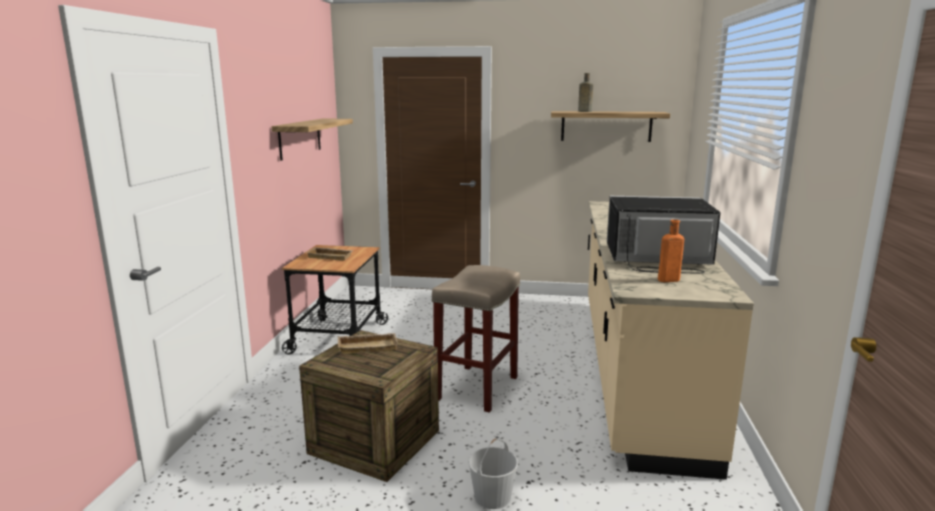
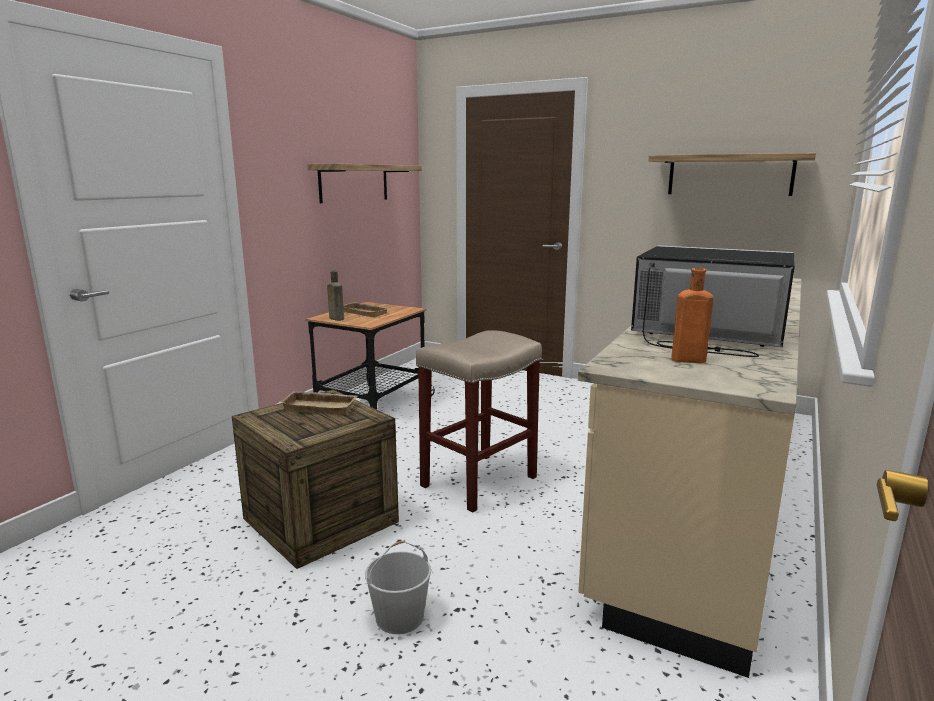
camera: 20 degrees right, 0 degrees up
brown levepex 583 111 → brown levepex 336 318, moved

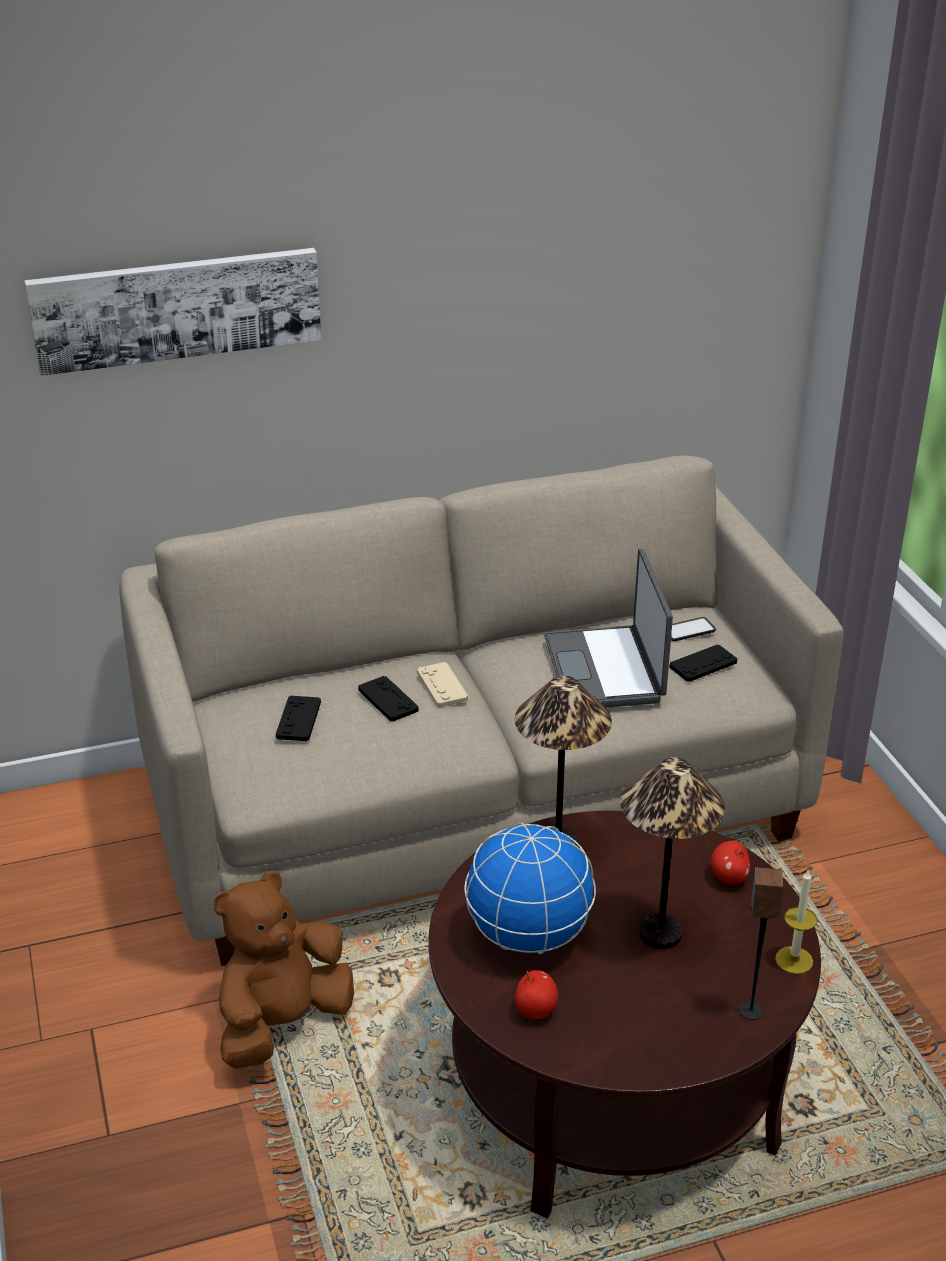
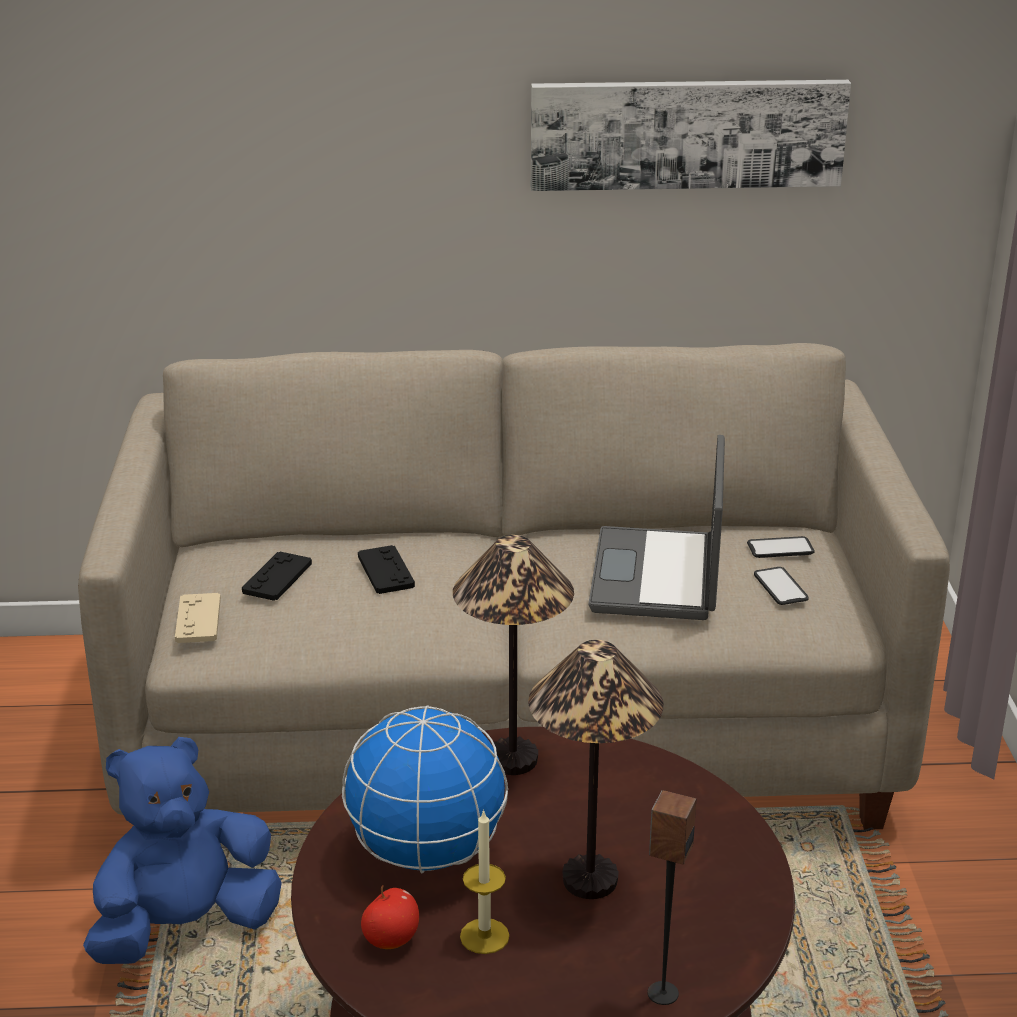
camera: 15 degrees right, 5 degrees down
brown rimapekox 282 1024 → blue rimapekox 185 927
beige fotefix 442 686 → beige fotefix 198 619, moved
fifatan 794 960 → fifatan 484 936, moved
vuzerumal 177 308 → vuzerumal 687 133, moved
black fotefix 703 664 → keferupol 780 587
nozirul 729 878 → -

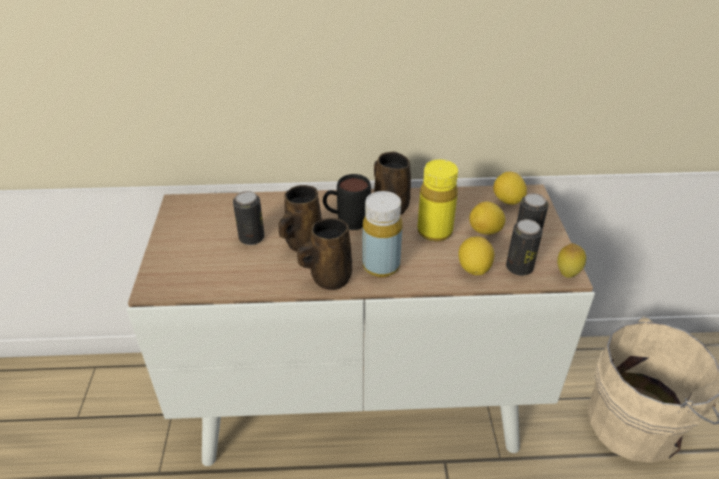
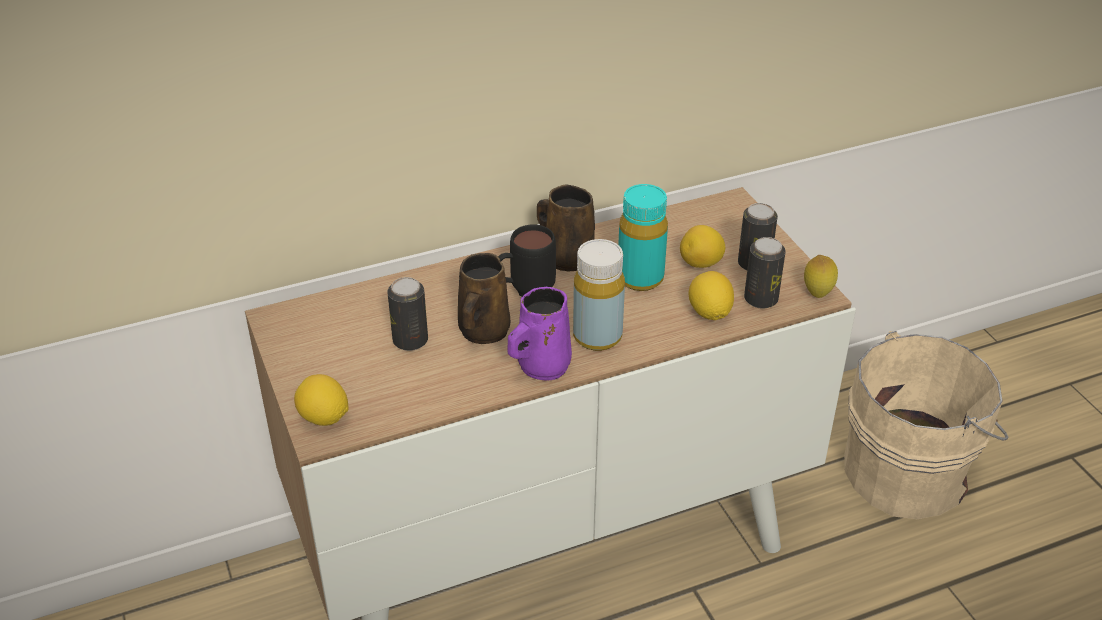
camera: 20 degrees left, 0 degrees up
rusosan 507 201 → rusosan 323 418, moved
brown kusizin 328 278 → purple kusizin 541 366
yellow levepex 434 231 → turquoise levepex 640 278

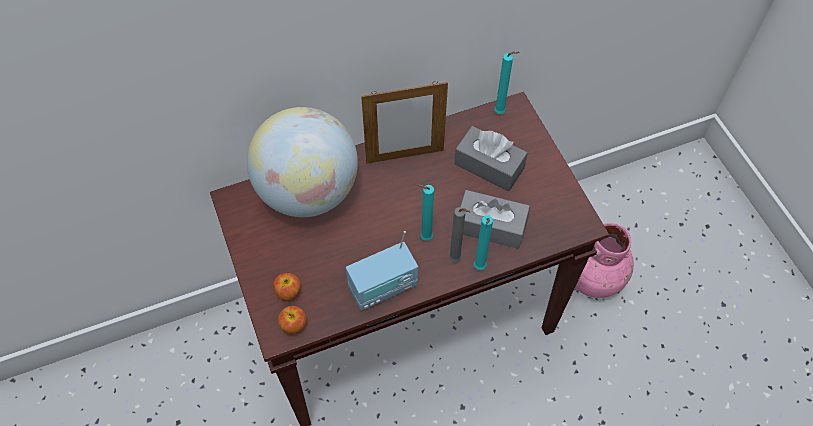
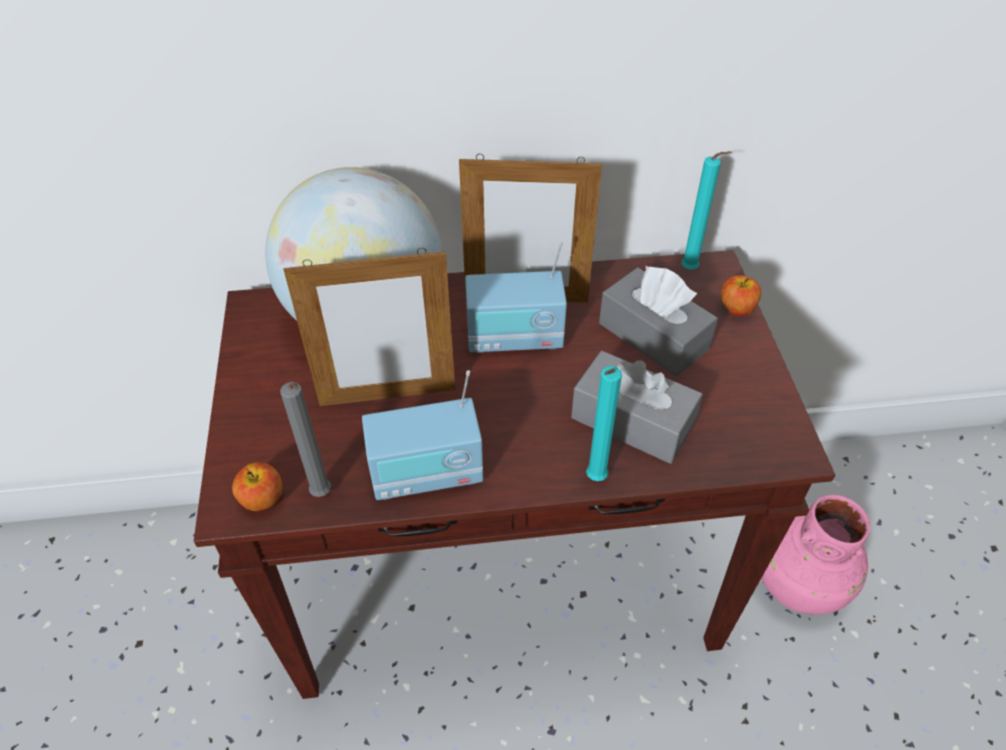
camera: 15 degrees right, 10 degrees down
grey fifatan 456 260 → grey fifatan 323 495, moved
- → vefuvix 388 397
- → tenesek 514 338
nozirul 288 292 → nozirul 736 308, moved
turquoise fifatan 424 238 → -

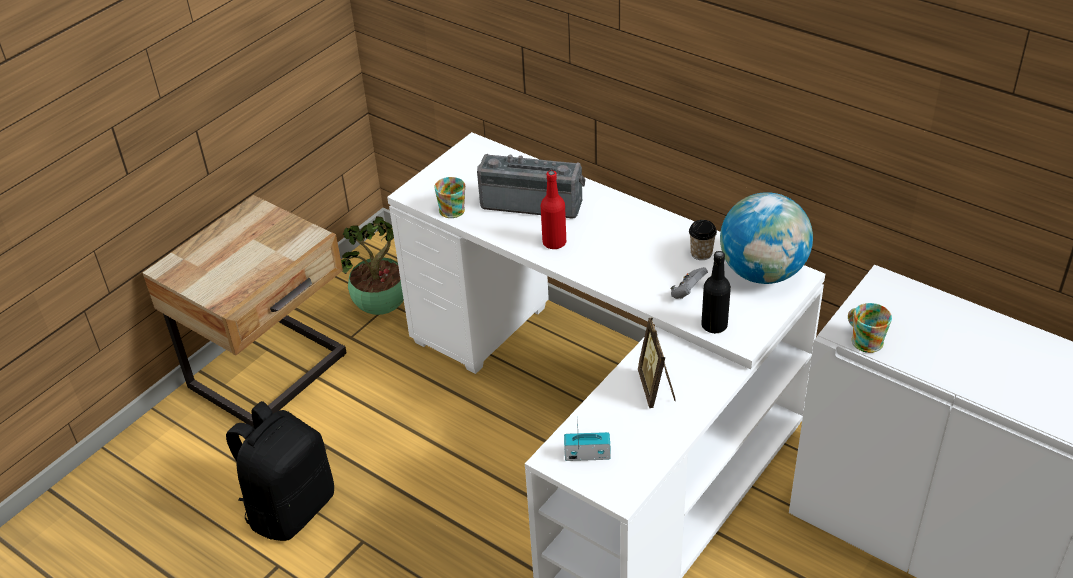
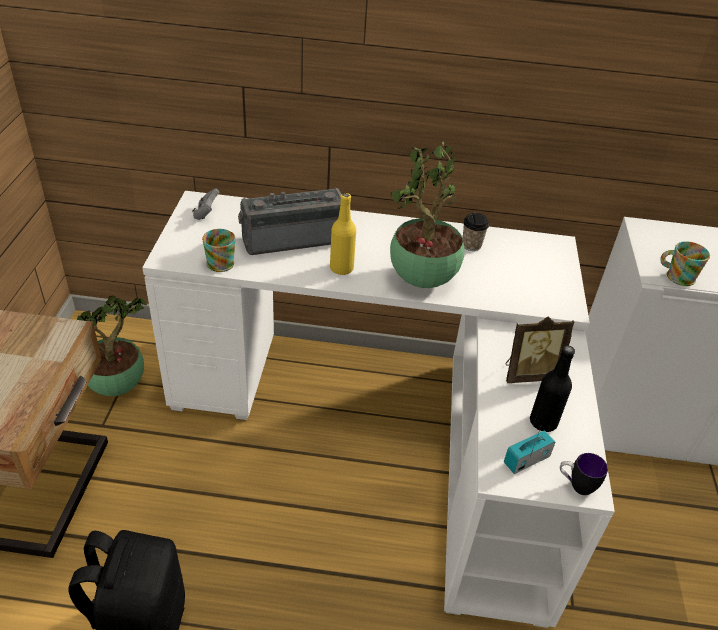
camera: 35 degrees left, 0 degrees up
grey fotefix 687 292 → grey fotefix 206 213, moved
red levepex 554 243 → yellow levepex 341 268
- → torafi 421 280
vefuvix 657 388 → vefuvix 529 374, 60 degrees counterclockwise
black levepex 714 325 → black levepex 543 422, moved
- → kusizin 576 485
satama 762 272 → -

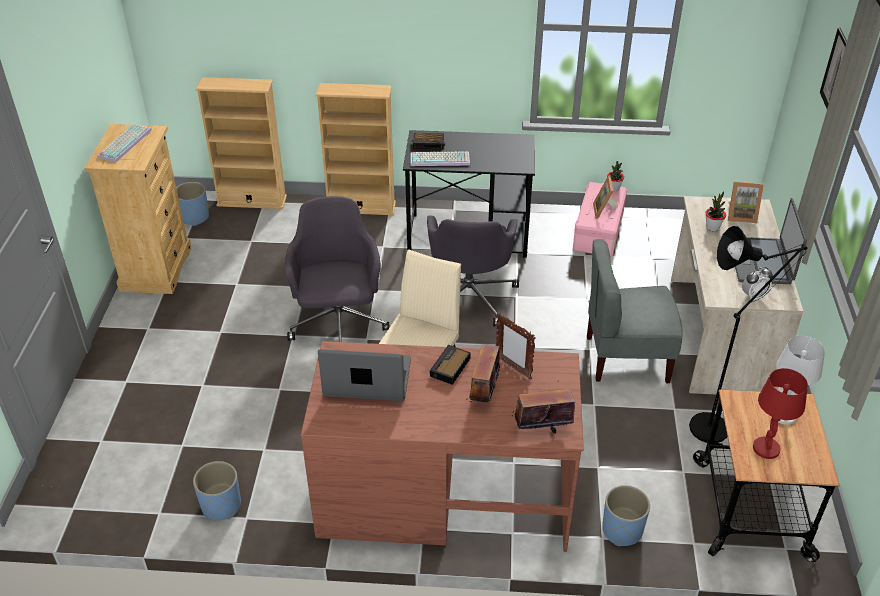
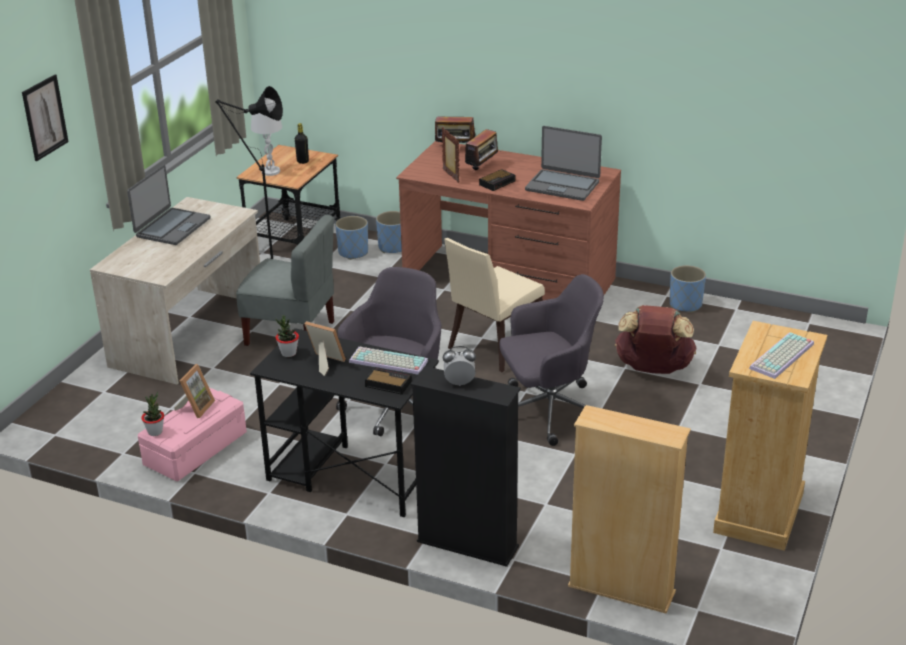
camera: 160 degrees left, 10 degrees down
torafi 712 227 → torafi 288 353, moved
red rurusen 766 448 → black levepex 302 161
vefuvix 741 215 → vefuvix 324 363, moved
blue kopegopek 194 217 → blue kopegopek 353 252, moved
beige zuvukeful 361 207 → black zuvukeful 467 544
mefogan 753 296 → mefogan 459 383, moved
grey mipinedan 338 323 → grey mipinedan 549 411, 120 degrees counterclockwise
- → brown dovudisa 653 369

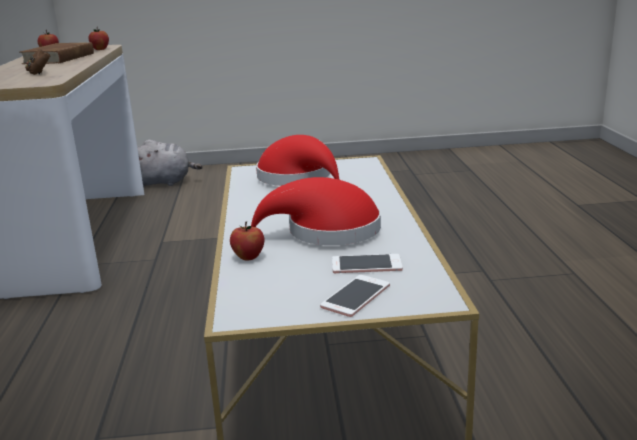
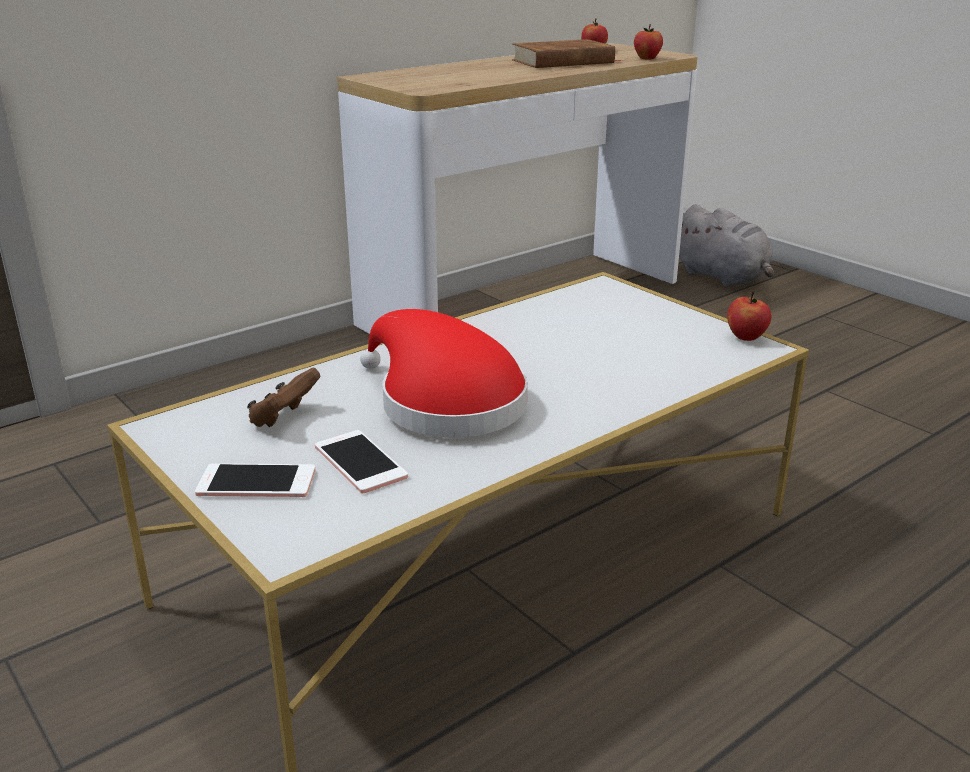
camera: 55 degrees right, 5 degrees up
brown fotefix 39 73 → brown fotefix 284 418, moved
nozirul 248 257 → nozirul 746 337, moved
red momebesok 299 178 → -

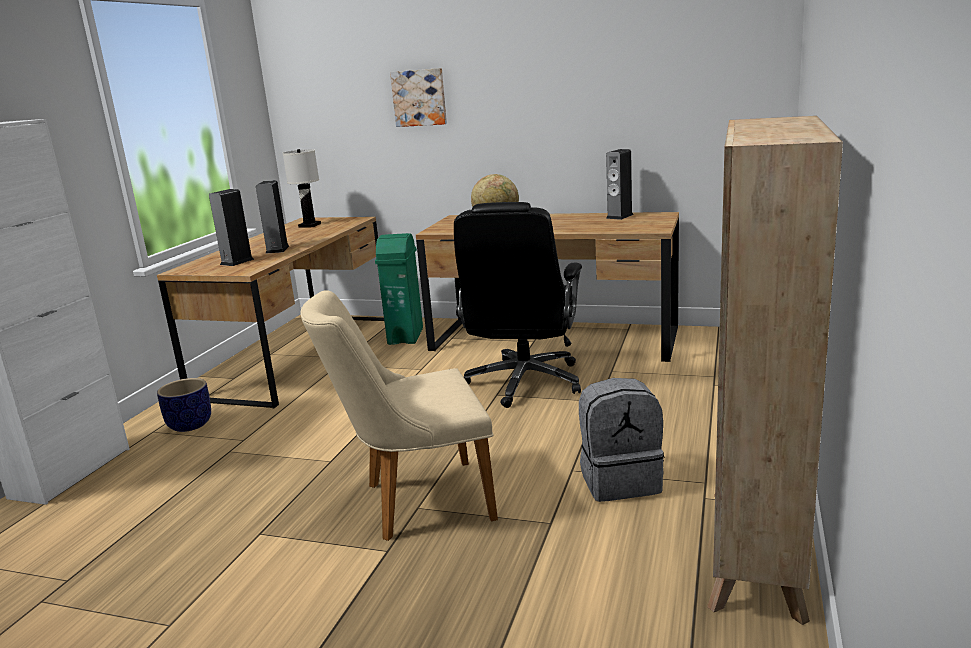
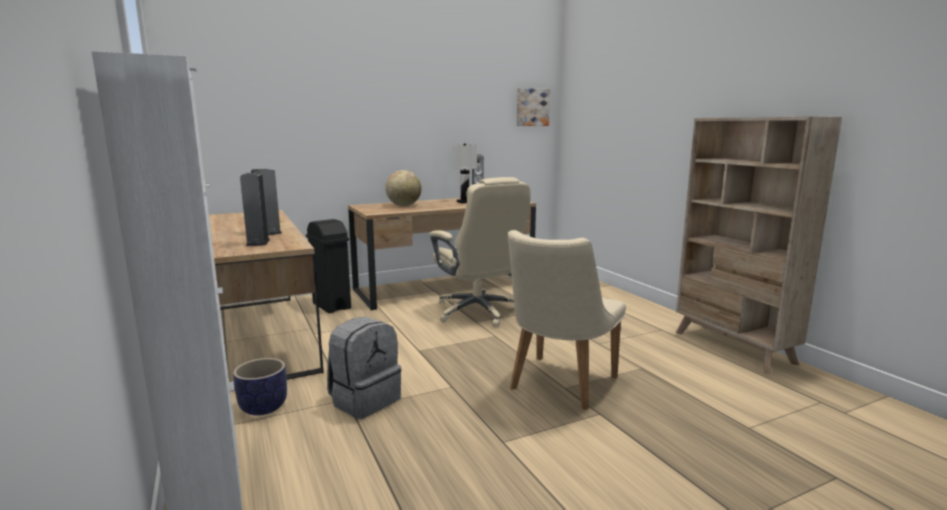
camera: 45 degrees left, 5 degrees down
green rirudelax 406 336 → black rirudelax 331 306
grey dovudisa 620 481 → grey dovudisa 365 400, moved
black mipinedan 524 383 → beige mipinedan 478 312
white rurusen 310 225 → white rurusen 465 202, moved
vuzerumal 419 97 → vuzerumal 532 107, moved

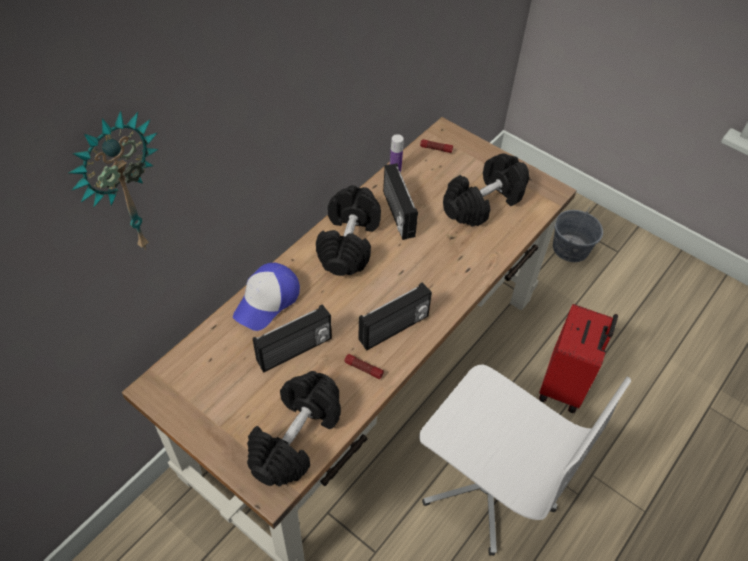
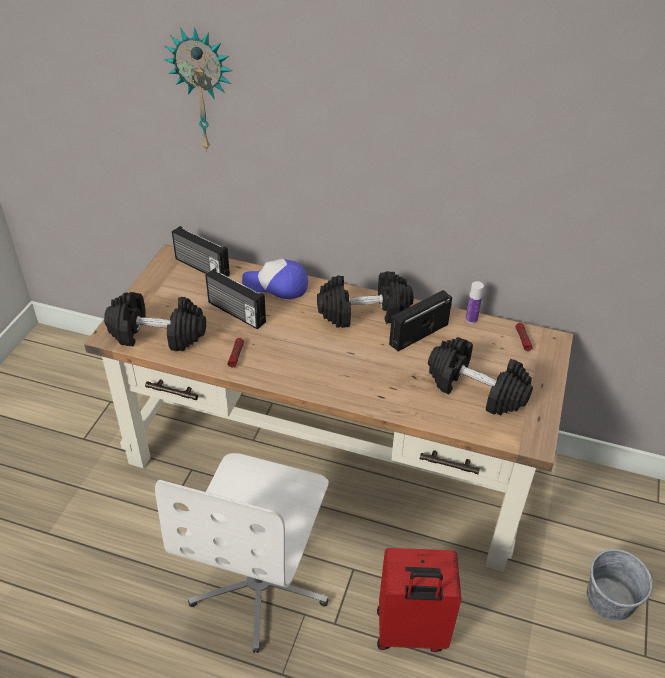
camera: 70 degrees right, 10 degrees down
tenesek 394 329 → tenesek 201 268, moved

